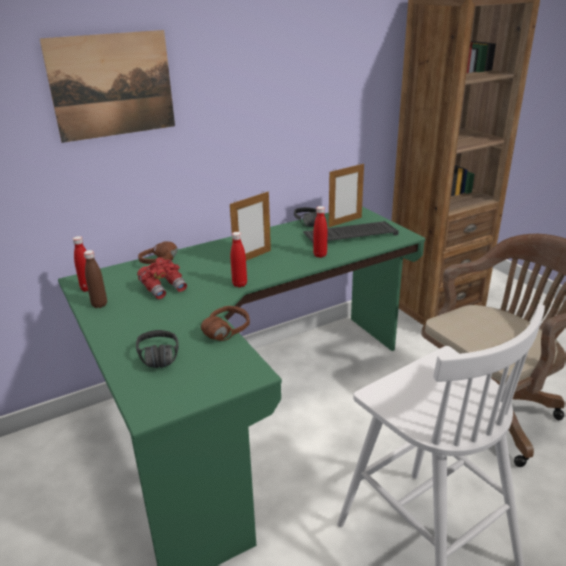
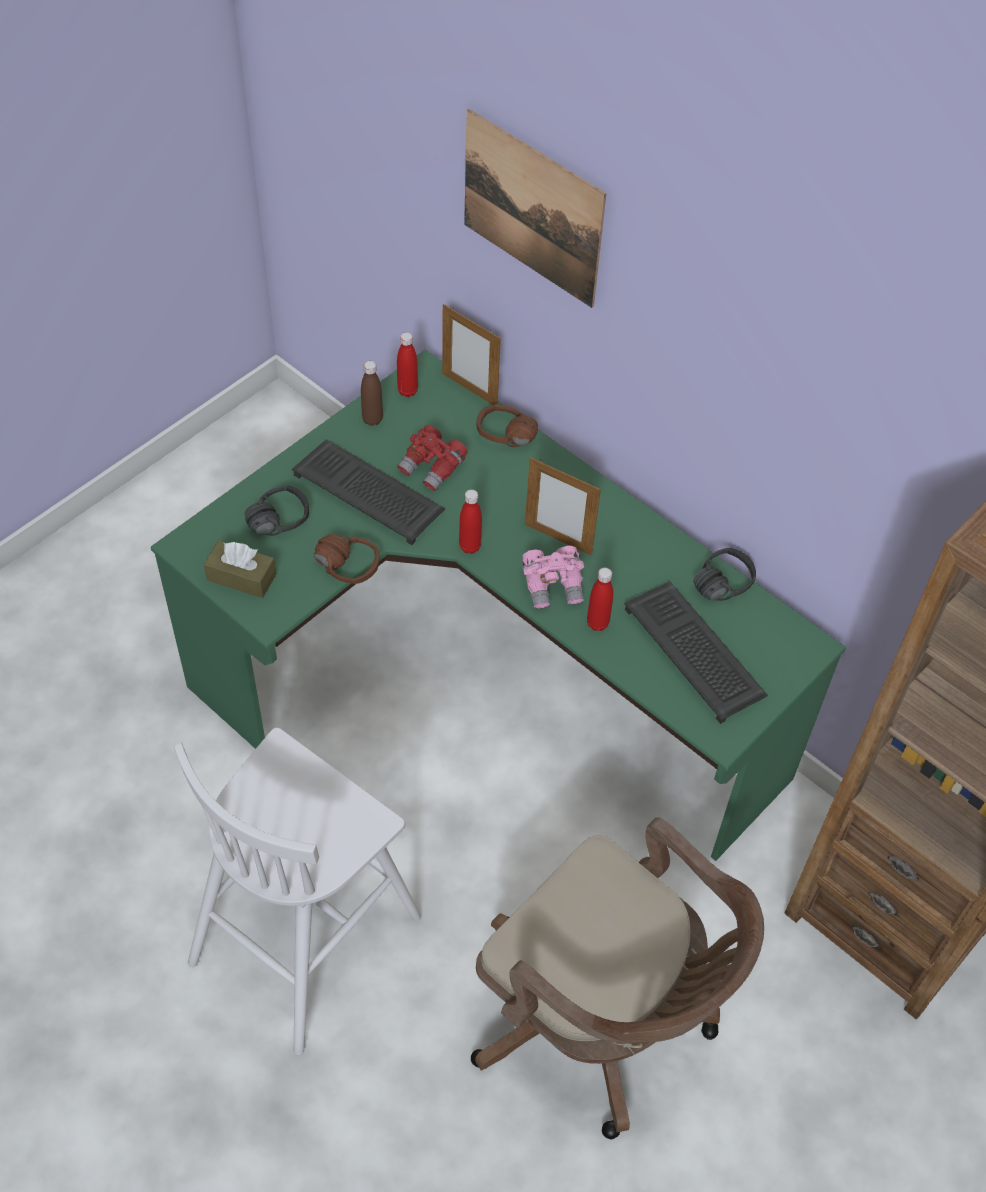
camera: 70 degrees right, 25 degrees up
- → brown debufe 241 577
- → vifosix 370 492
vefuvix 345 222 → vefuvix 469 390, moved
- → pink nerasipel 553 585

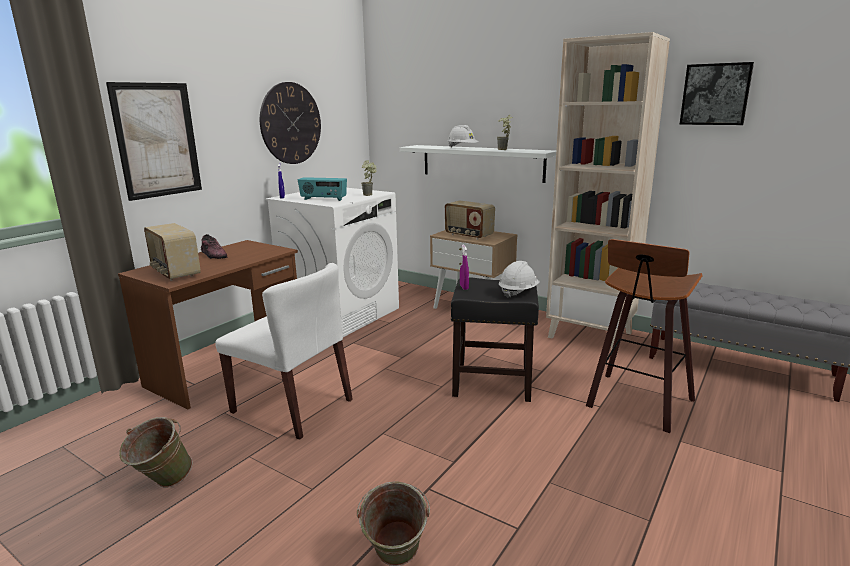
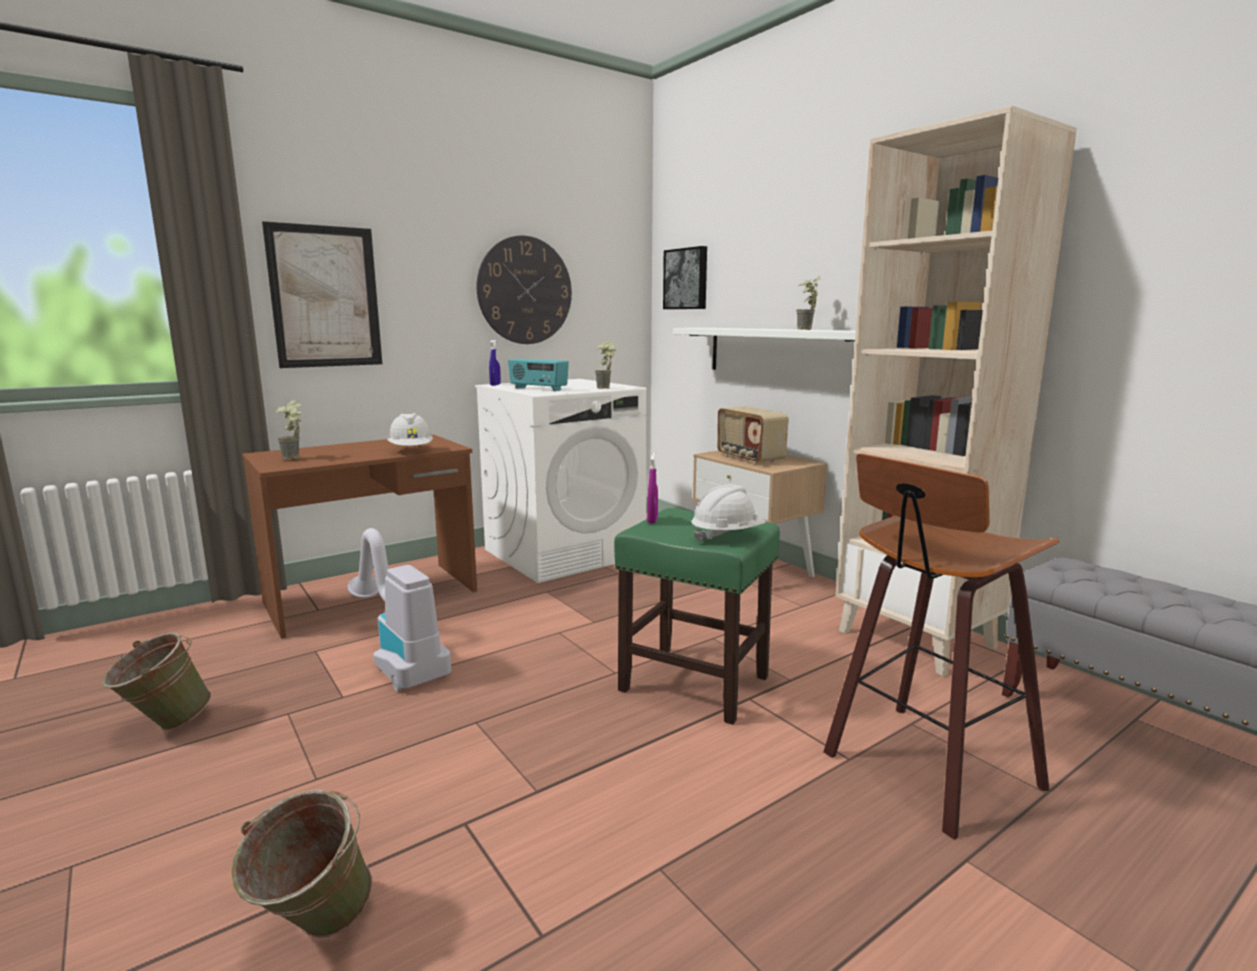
camera: 20 degrees right, 5 degrees down
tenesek 174 273 → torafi 295 458
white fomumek 293 406 → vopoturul 398 660
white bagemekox 462 148 → white bagemekox 411 451, moved
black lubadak 493 383 → green lubadak 696 683
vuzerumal 715 94 → vuzerumal 687 279, moved
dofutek 214 255 → -

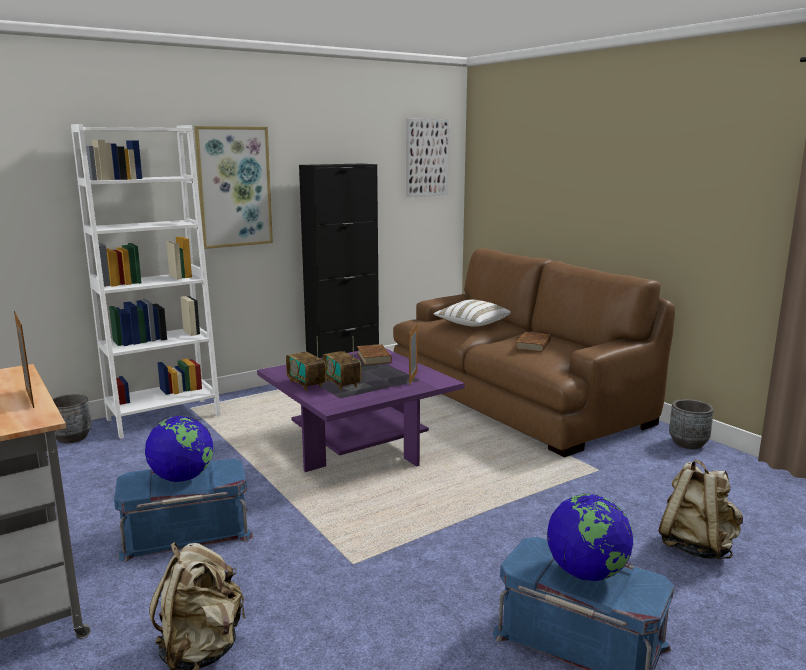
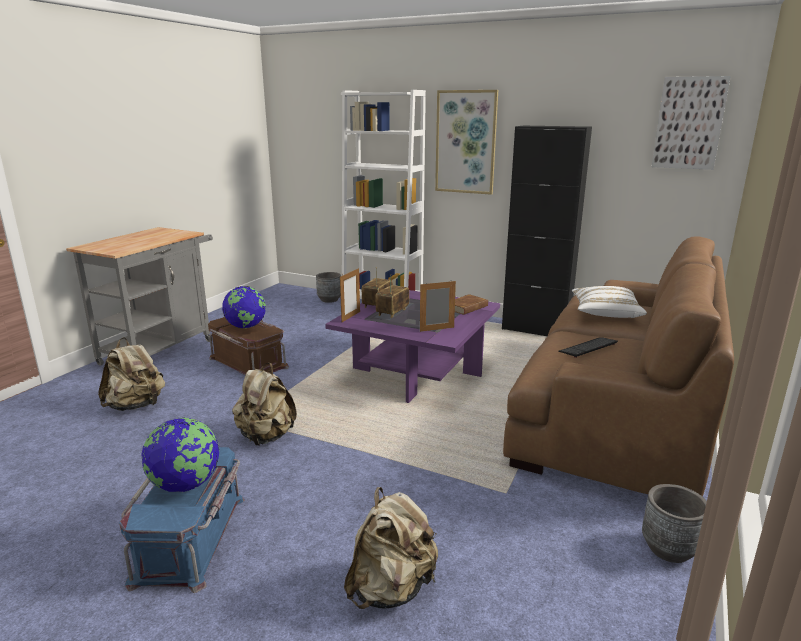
camera: 60 degrees right, 5 degrees up
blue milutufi 186 531 → brown milutufi 249 362
- → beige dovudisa 266 437
vefuvix 29 398 → vefuvix 351 316, moved
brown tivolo 533 345 → vifosix 588 348

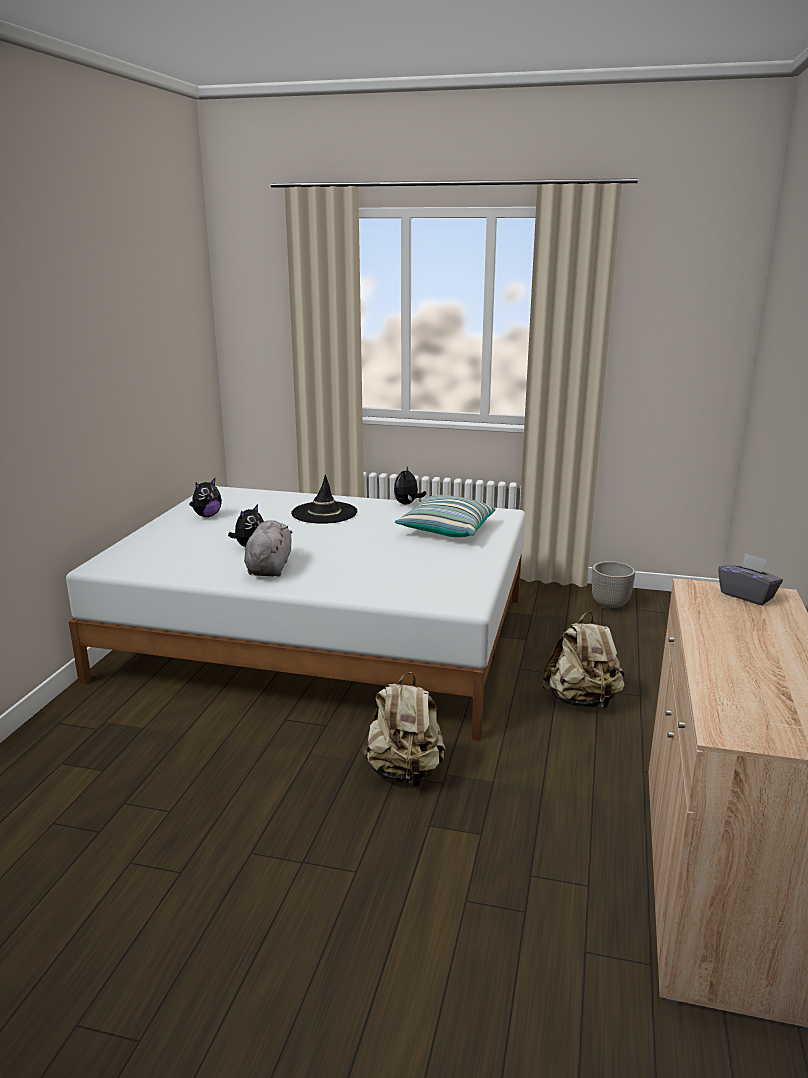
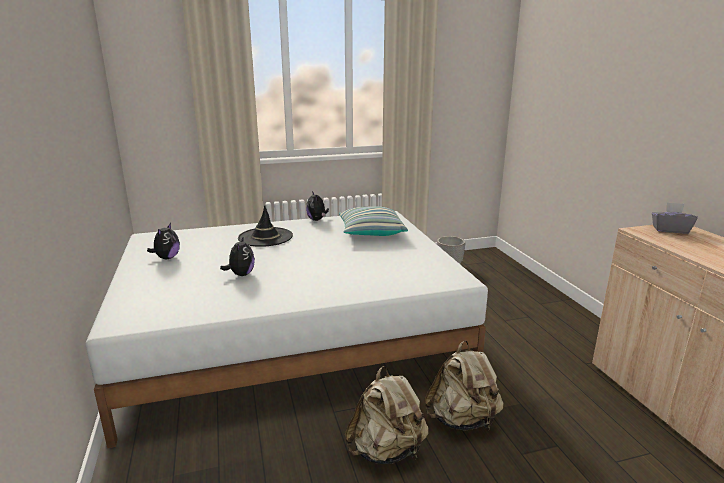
camera: 30 degrees left, 0 degrees up
beige dovudisa 582 701 → beige dovudisa 386 451, moved
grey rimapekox 269 567 → -

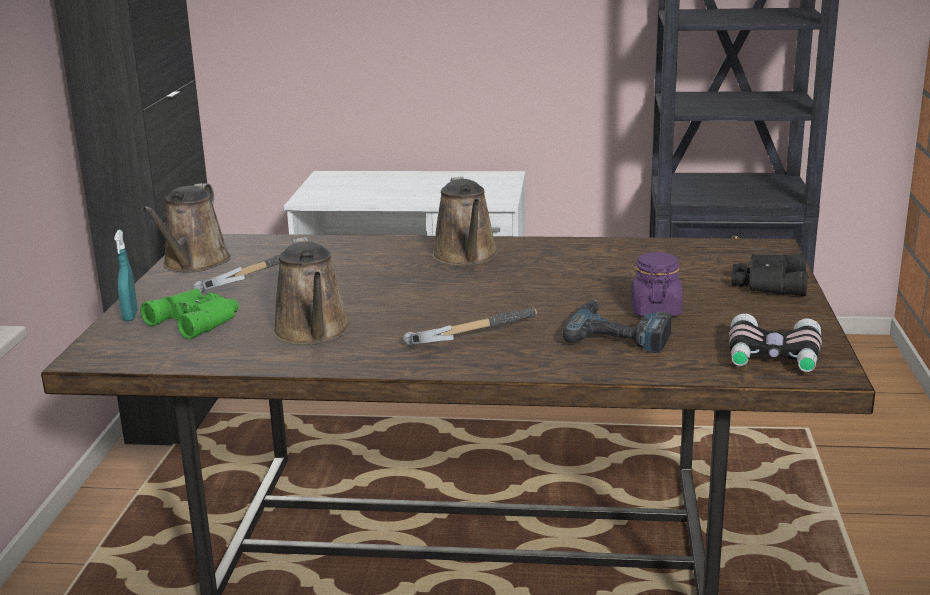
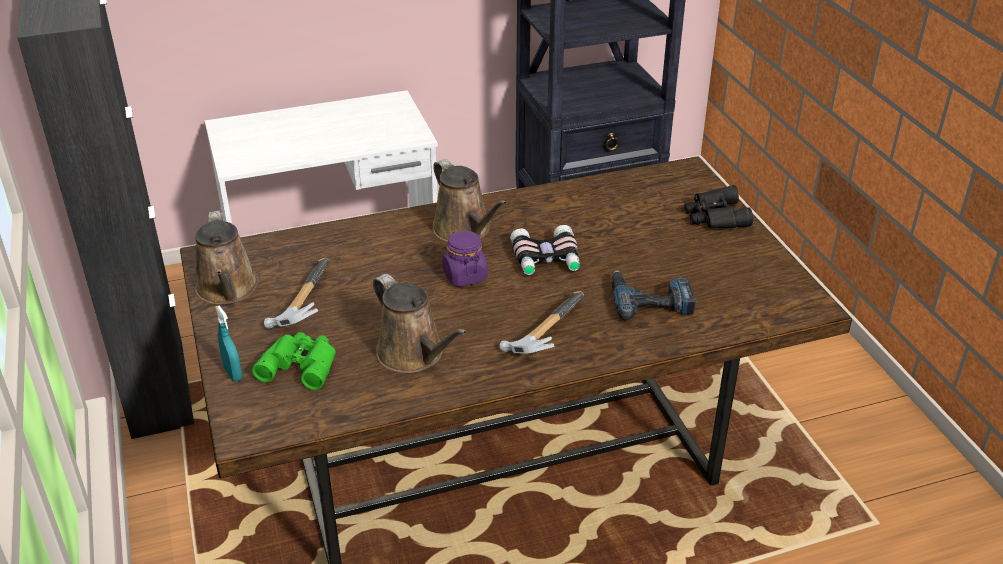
camera: 25 degrees left, 15 degrees up
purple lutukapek 655 310 → purple lutukapek 464 276, moved
nerasipel 773 357 → nerasipel 546 260, moved

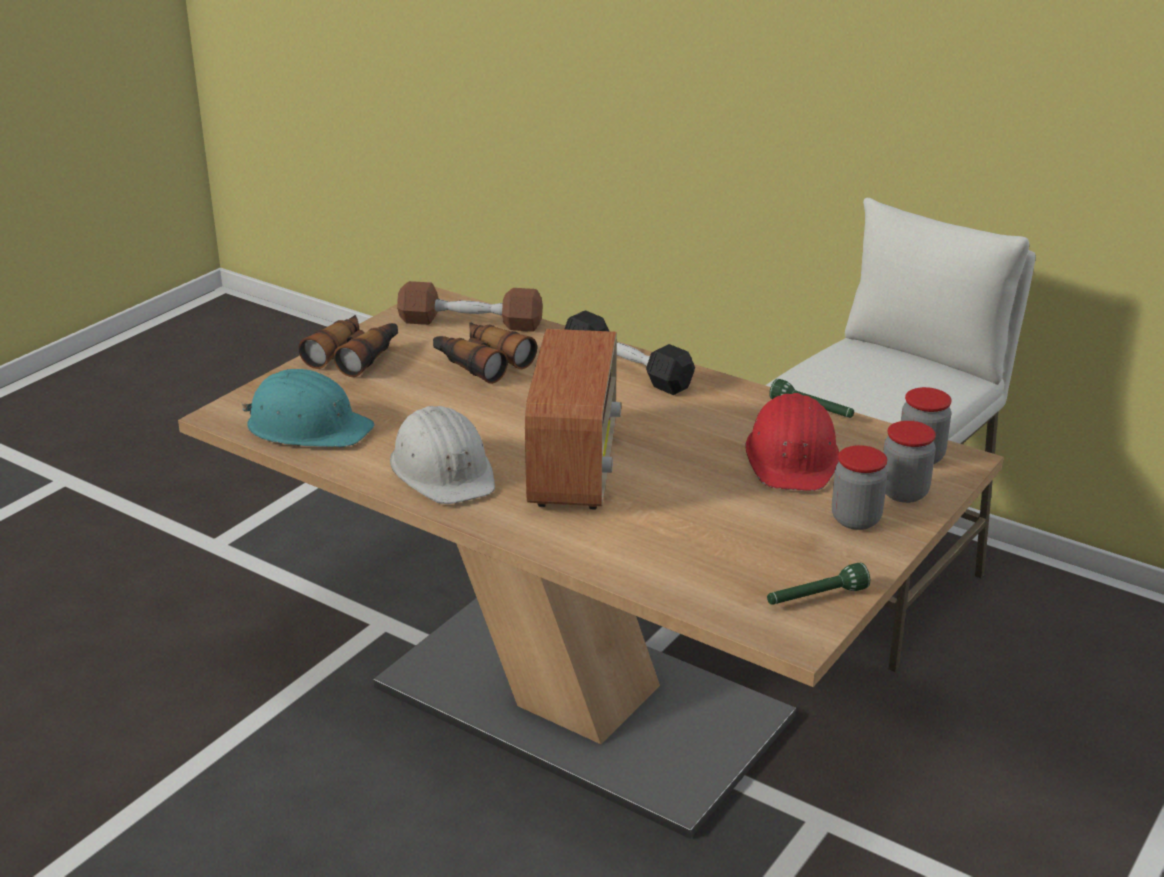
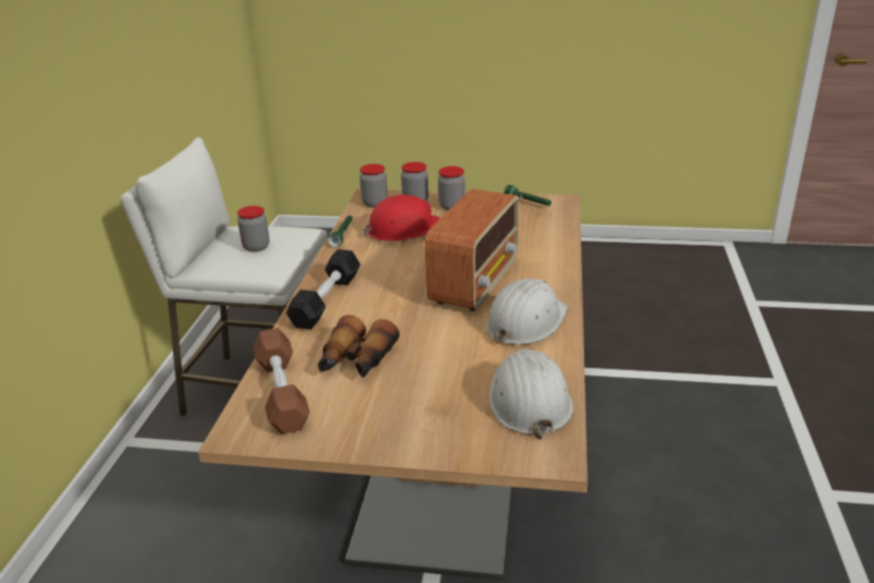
camera: 115 degrees left, 0 degrees up
- → lutukapek 256 247
tenesek 574 467 → tenesek 475 282, 135 degrees clockwise
turquoise bagemekox 308 427 → white bagemekox 528 401
nerasipel 354 355 → -

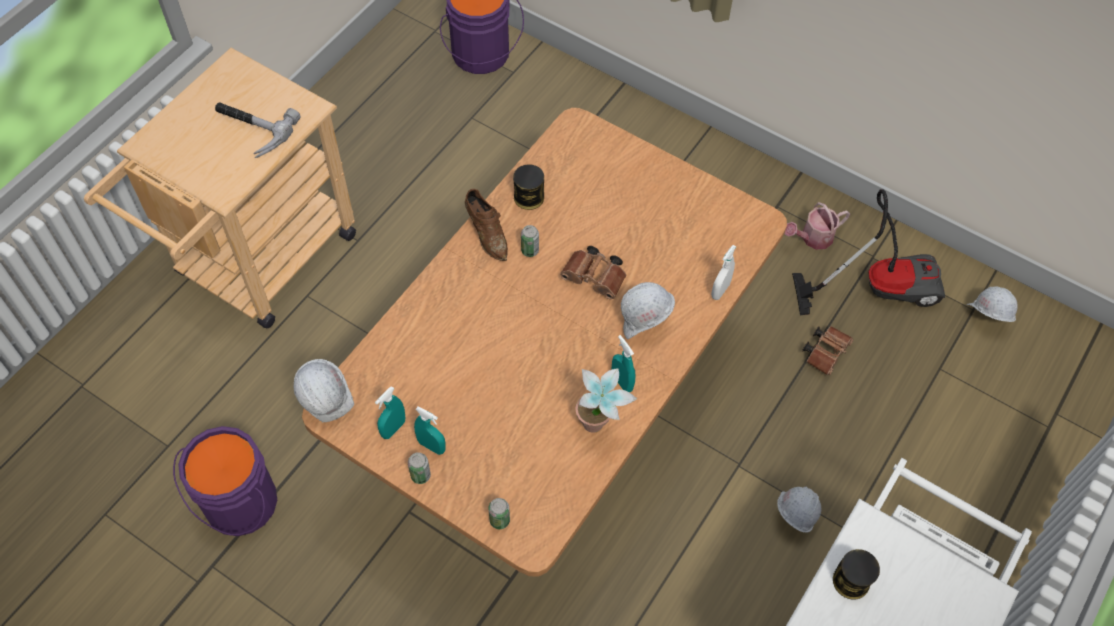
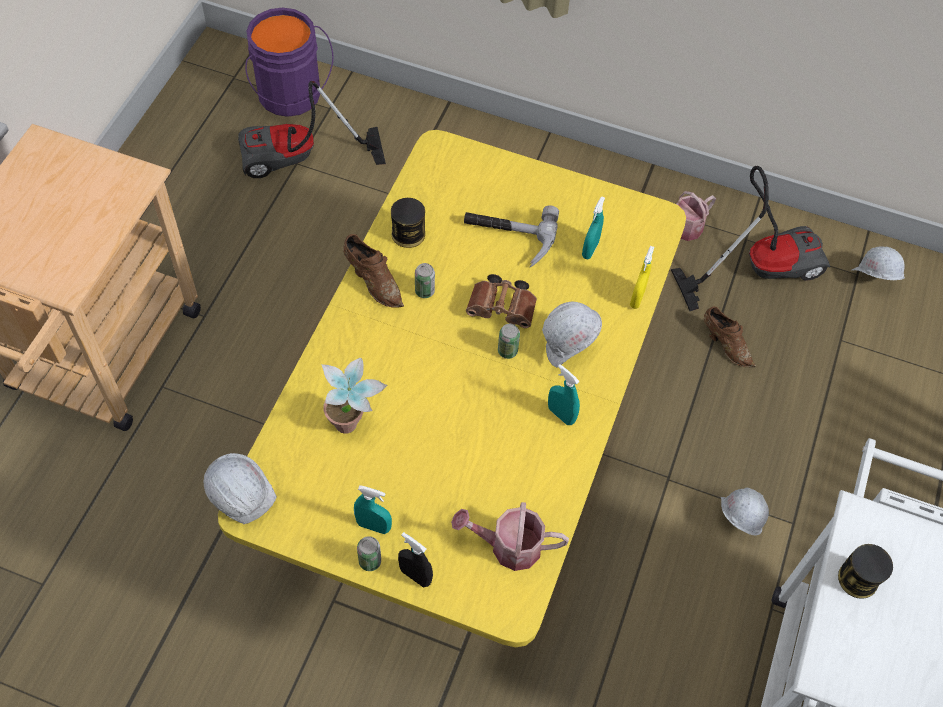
camera: 15 degrees left, 0 degrees up
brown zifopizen 553 414 → yellow zifopizen 463 463
- → vopoturul 299 161
torafi 598 429 → torafi 353 428, moved
- → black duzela 415 576
- → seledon 508 546
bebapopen 251 129 → bebapopen 508 236, moved
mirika 499 520 → mirika 507 351, moved
turquoise duzela 393 428 → turquoise duzela 590 249, moved
white duzela 720 290 → yellow duzela 637 298
brown nerasipel 826 352 → brown dofutek 725 344
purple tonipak 238 505 → -

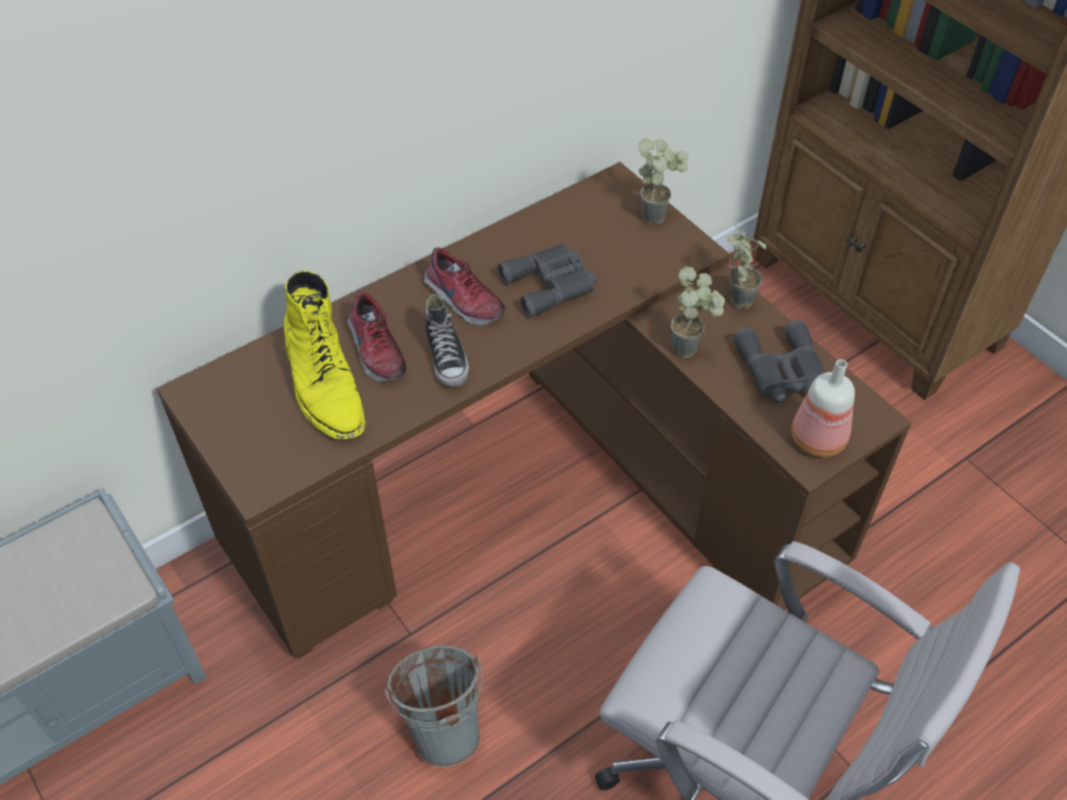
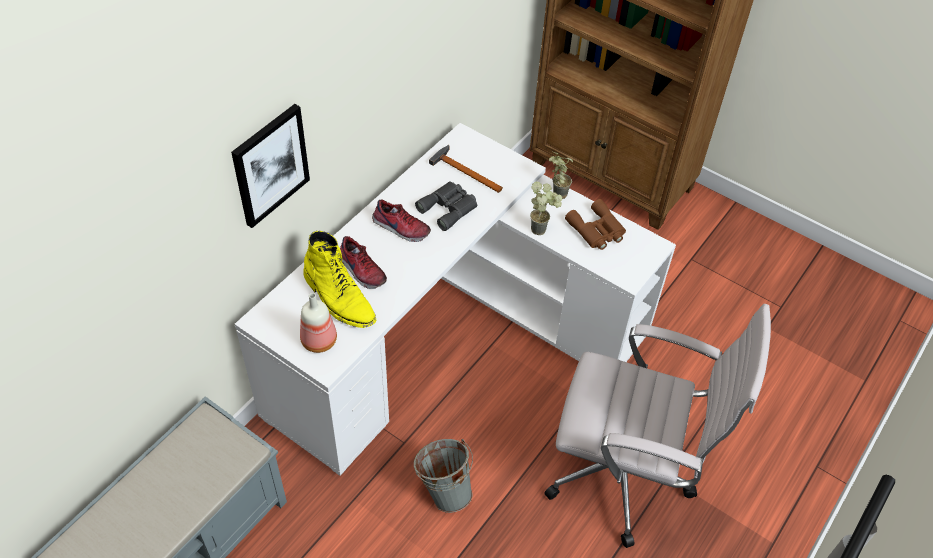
camera: 20 degrees left, 0 degrees up
- → vuzerumal 270 165
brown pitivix 538 488 → white pitivix 449 336
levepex 818 437 → levepex 319 340, moved
- → bebapopen 464 171
grey nerasipel 781 371 → brown nerasipel 597 231
dofutek 447 357 → -
torafi 658 214 → -

